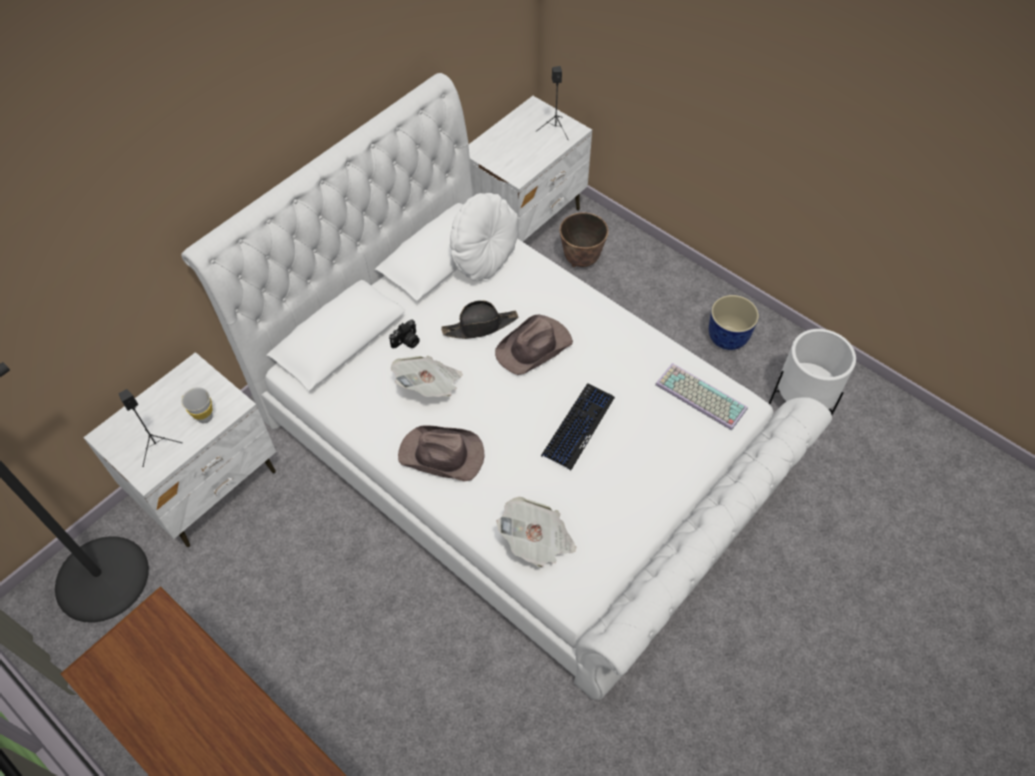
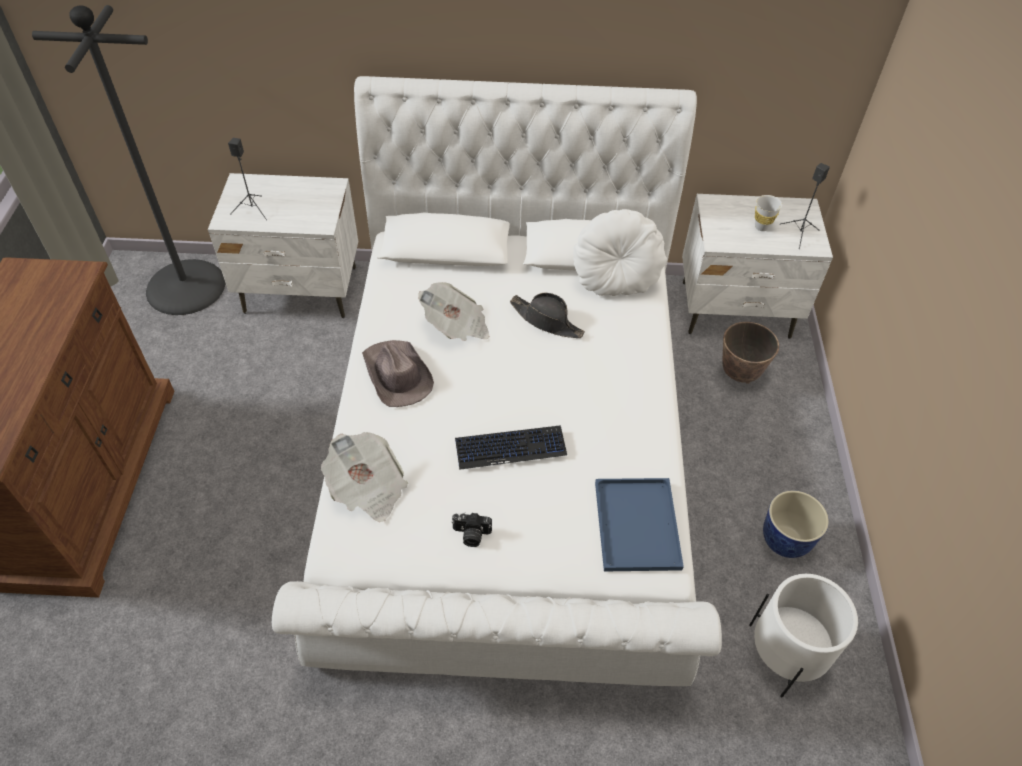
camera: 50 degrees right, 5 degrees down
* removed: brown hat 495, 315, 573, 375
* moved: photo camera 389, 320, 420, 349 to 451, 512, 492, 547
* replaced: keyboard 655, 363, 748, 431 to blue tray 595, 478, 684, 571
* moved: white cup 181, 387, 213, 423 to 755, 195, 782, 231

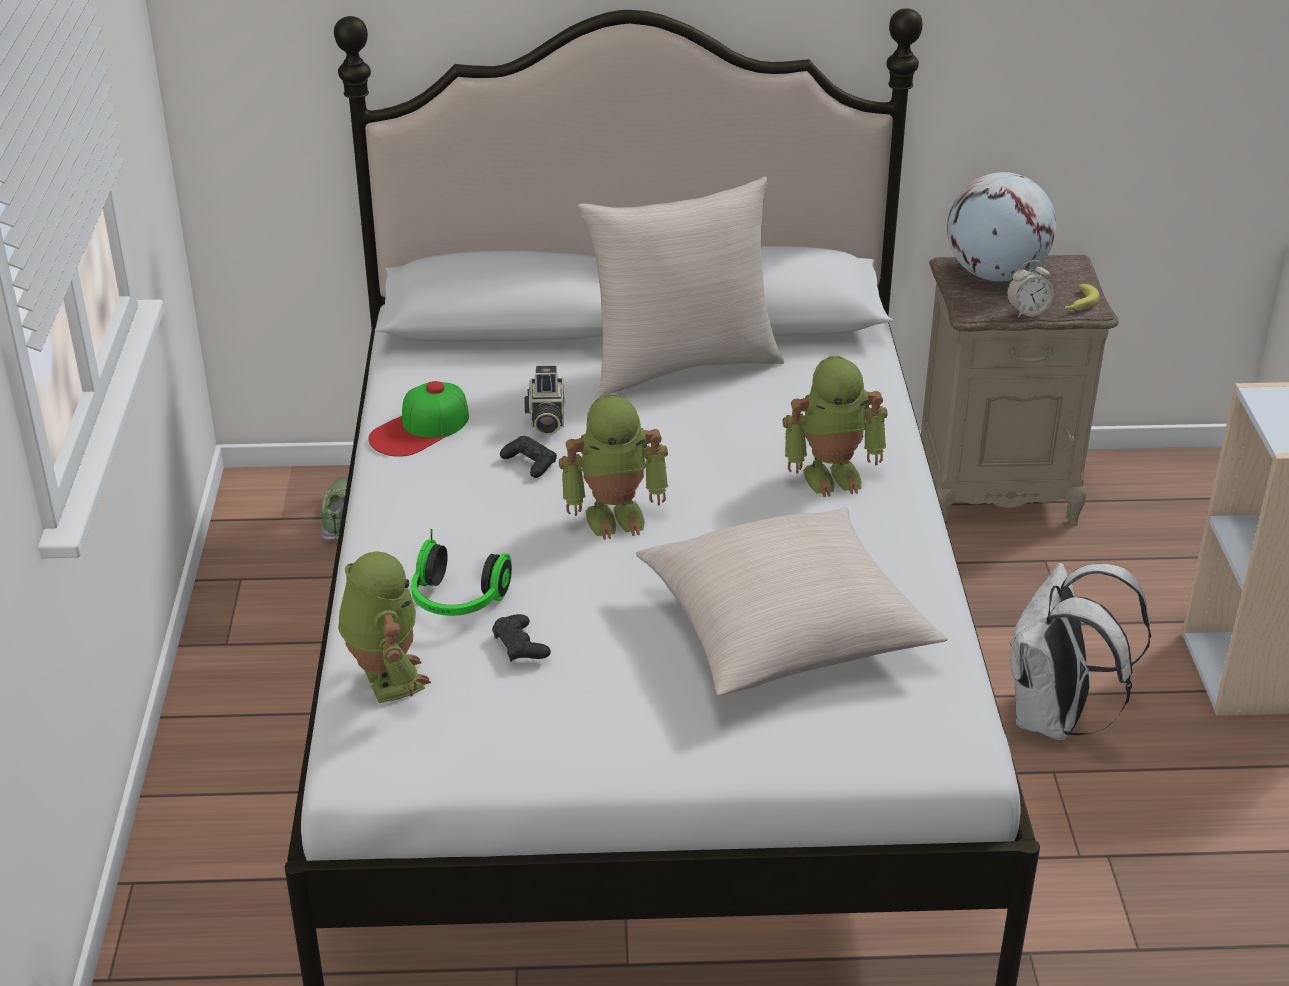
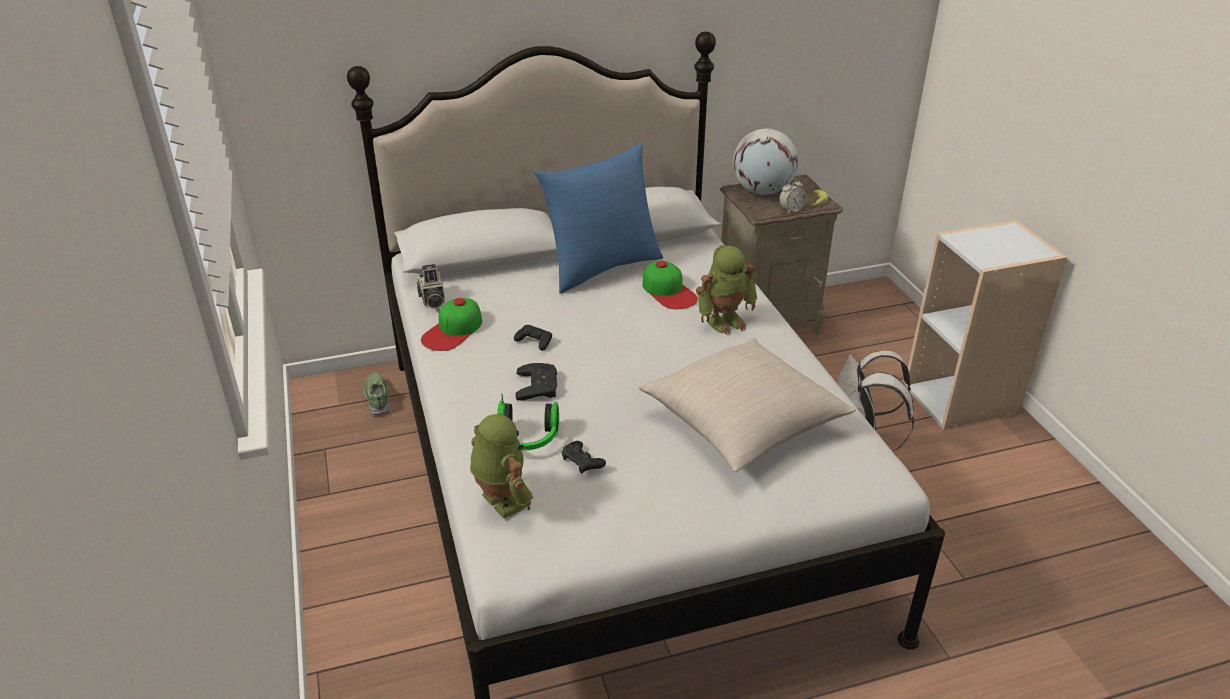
camera: 15 degrees left, 0 degrees up
* recoloured: beige pillow 578, 177, 784, 396 to blue pillow 534, 143, 663, 294
* moved: photo camera 525, 366, 565, 436 to 417, 264, 445, 309
* removed: toy robot 559, 394, 668, 540
* added: cap 642, 261, 698, 309
* added: black game controller 515, 363, 557, 401

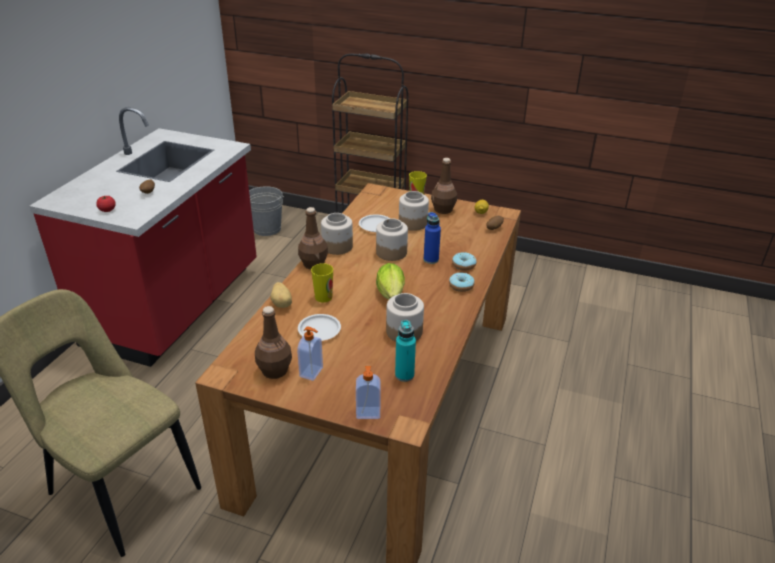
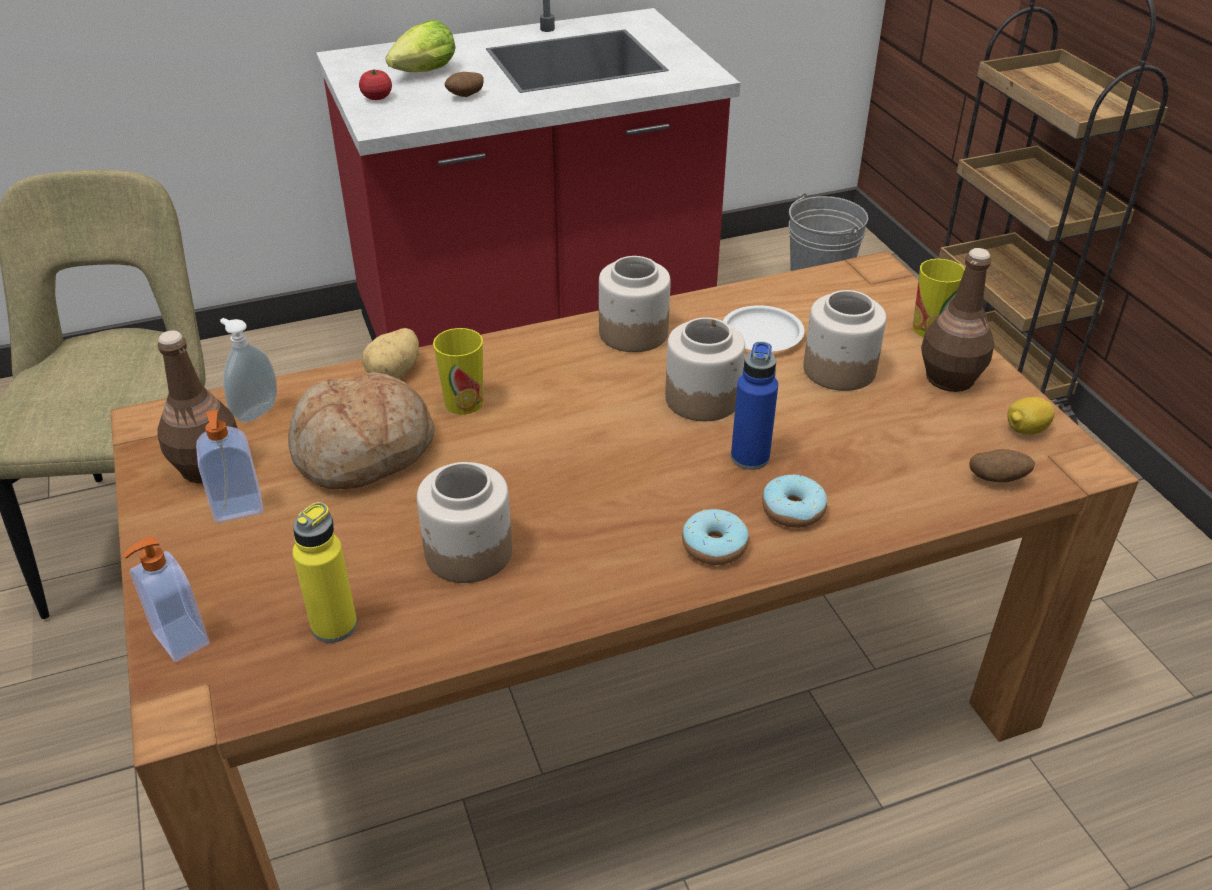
camera: 50 degrees right, 5 degrees up
* removed: brown bottle 298, 207, 328, 269
* moved: lettuce 376, 263, 405, 300 to 386, 20, 456, 72
* replaced: white plate 298, 314, 341, 341 to bread 288, 372, 435, 490
* recoloured: turquoise bottle 395, 320, 416, 382 to yellow bottle 292, 502, 357, 643
* added: soap dispenser 220, 318, 277, 422

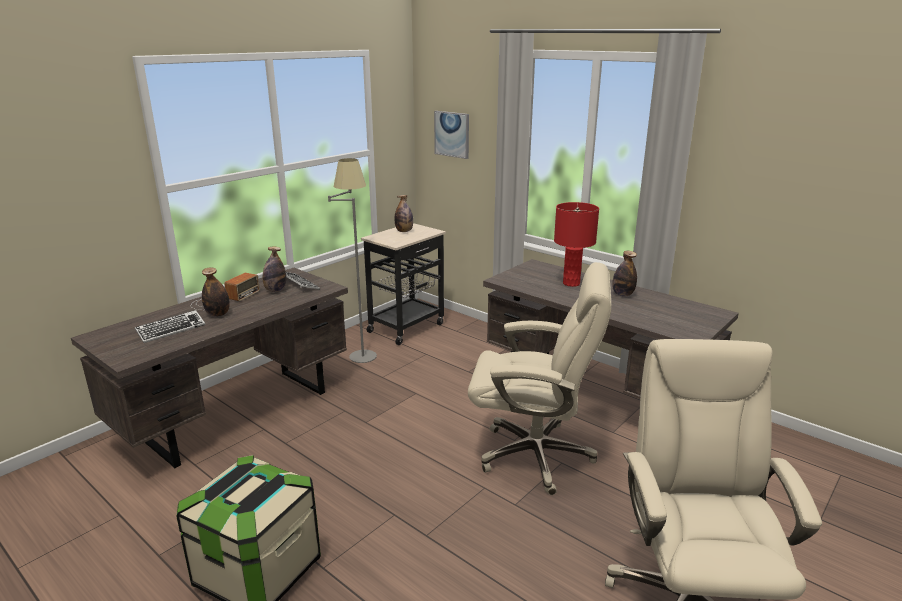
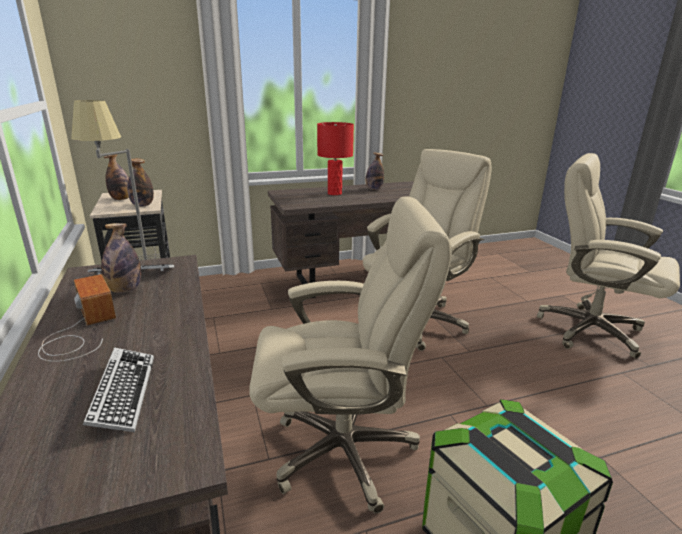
camera: 60 degrees left, 0 degrees up
* removed: picture 434, 111, 469, 159
* moved: bottle 202, 268, 230, 317 to 127, 158, 154, 206
* added: beige office chair 249, 196, 452, 514

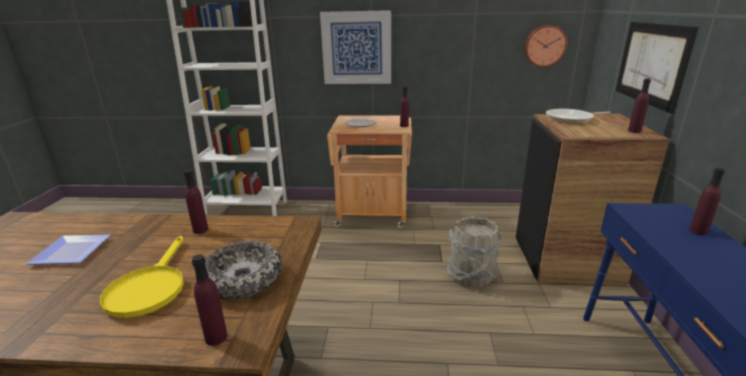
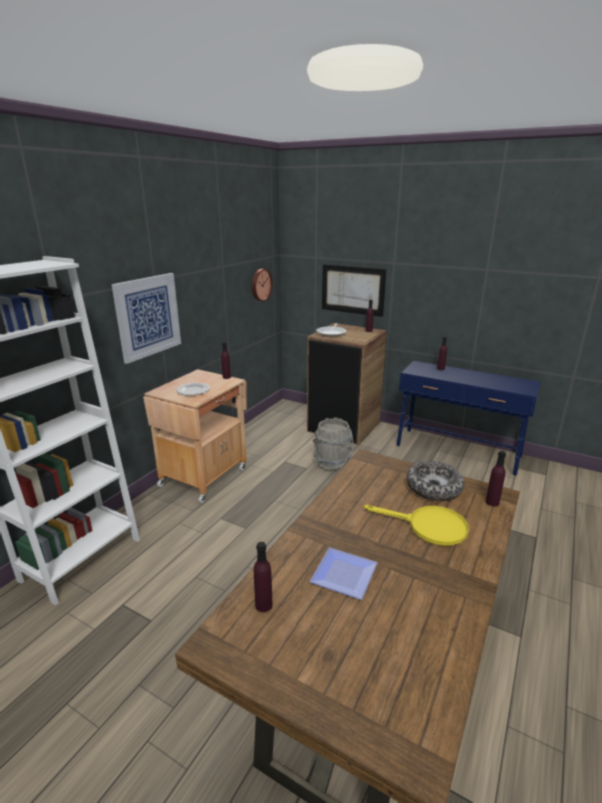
camera: 65 degrees left, 0 degrees up
* moved: purple bottle 184, 169, 208, 234 to 254, 542, 273, 612

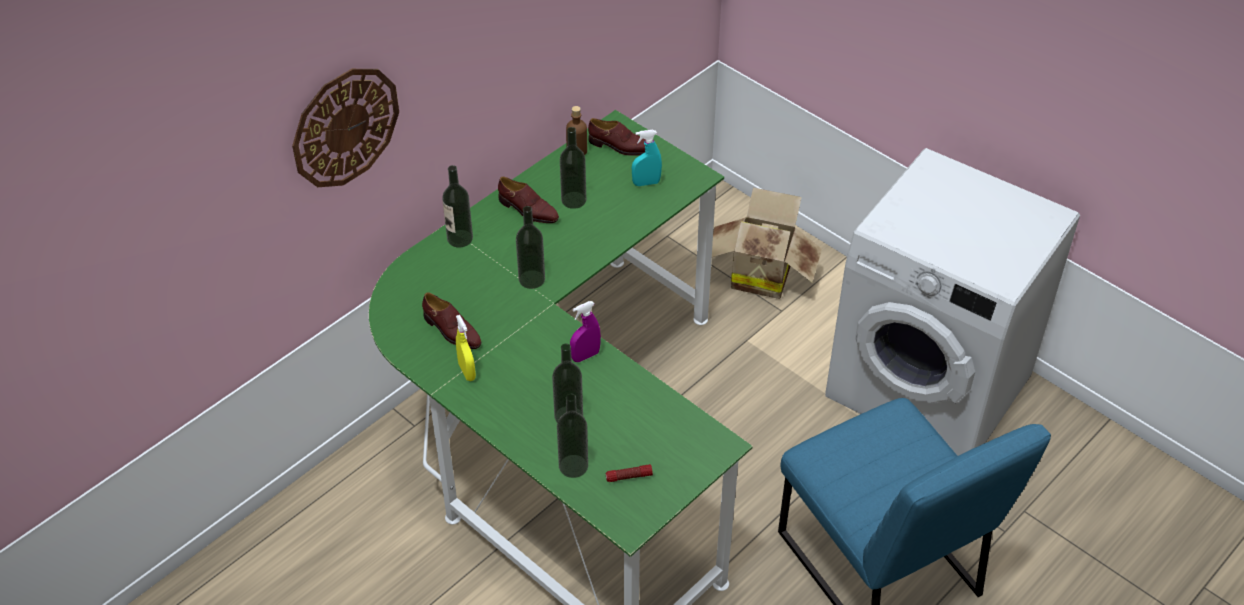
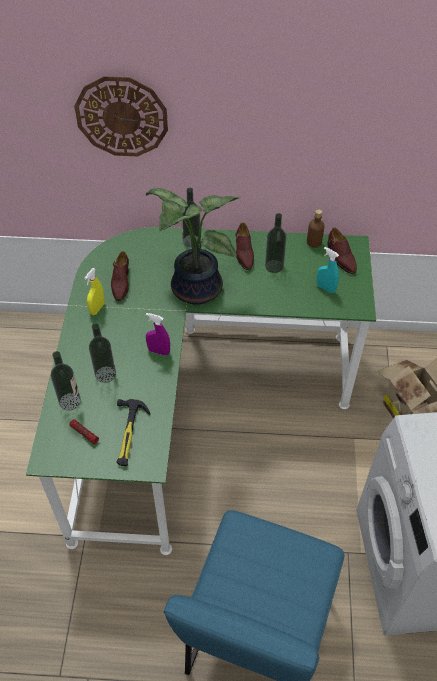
camera: 50 degrees right, 5 degrees up
* replaced: bottle 516, 206, 545, 289 to potted plant 146, 188, 240, 305
* added: hammer 117, 399, 150, 466

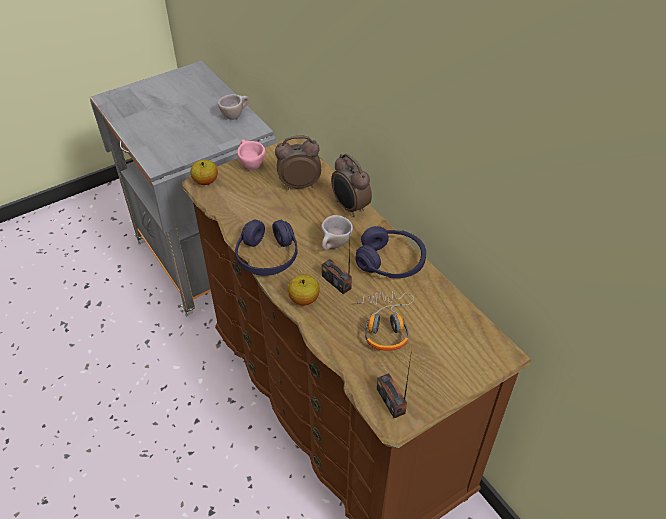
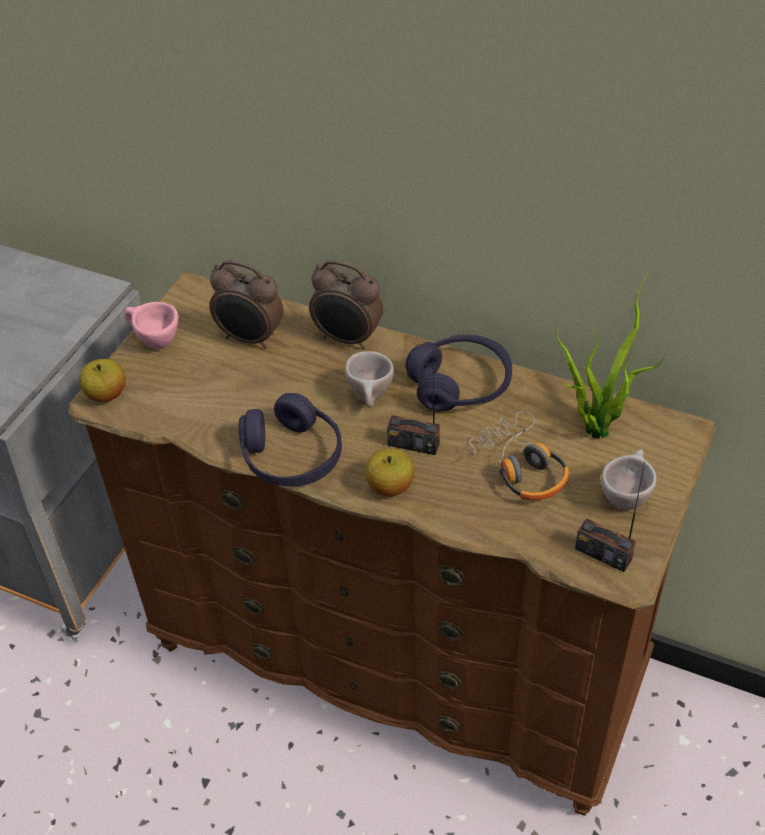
camera: 30 degrees left, 0 degrees up
* moved: beige cup 218, 94, 249, 120 to 601, 449, 657, 510
* turned: alarm clock 275, 136, 321, 190 = 209, 260, 284, 349 120 degrees counterclockwise
* added: potted plant 556, 271, 665, 439

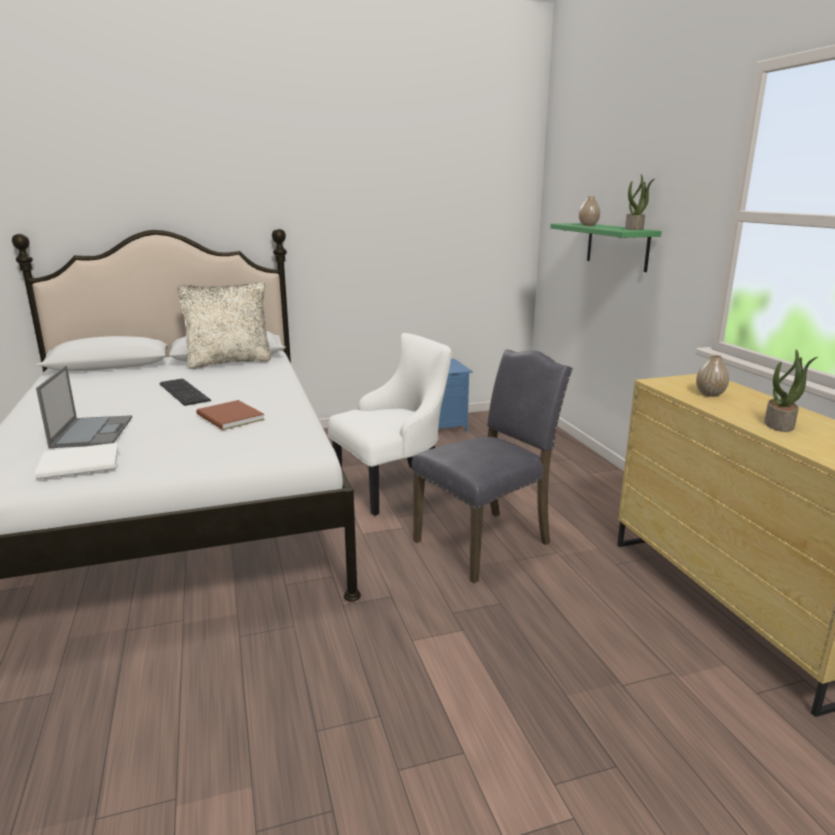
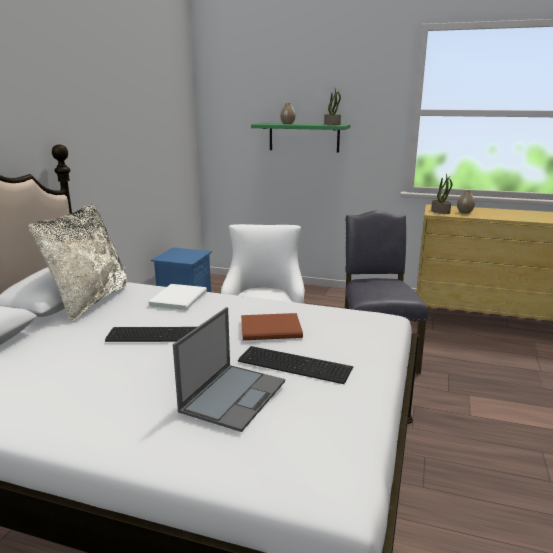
camera: 55 degrees left, 0 degrees up
* moved: potted plant 764, 349, 818, 432 to 431, 174, 453, 214
* turned: laptop 36, 366, 132, 448 = 173, 307, 285, 432 90 degrees clockwise
* moved: white book 35, 443, 119, 479 to 148, 284, 207, 311
* added: keyboard 238, 346, 353, 384

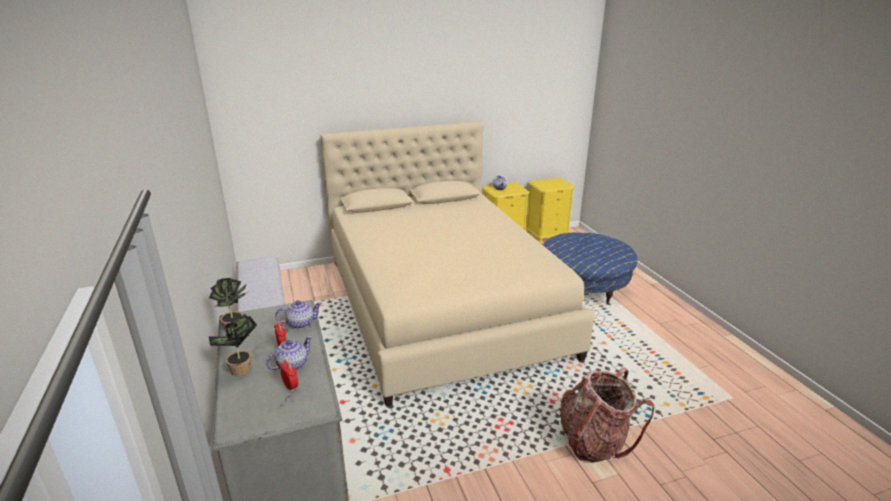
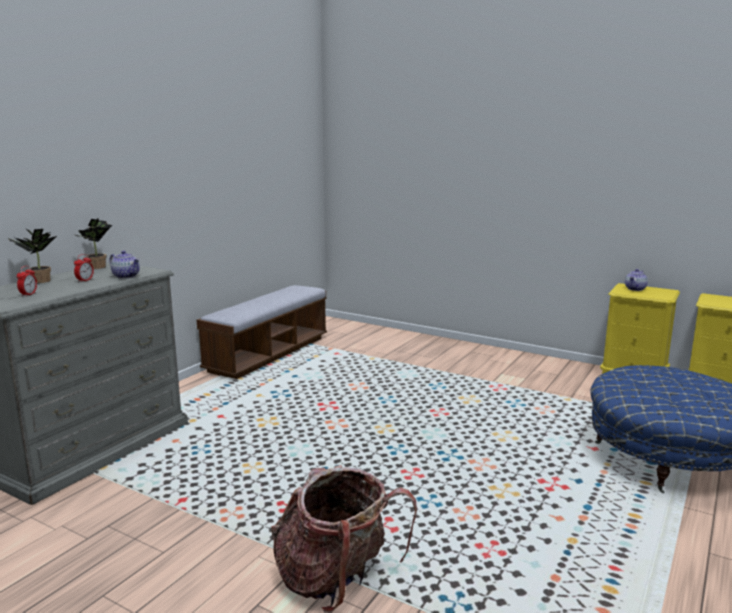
camera: 50 degrees right, 10 degrees down
* removed: beige bed 320, 121, 595, 407
* removed: teapot 266, 336, 312, 370

